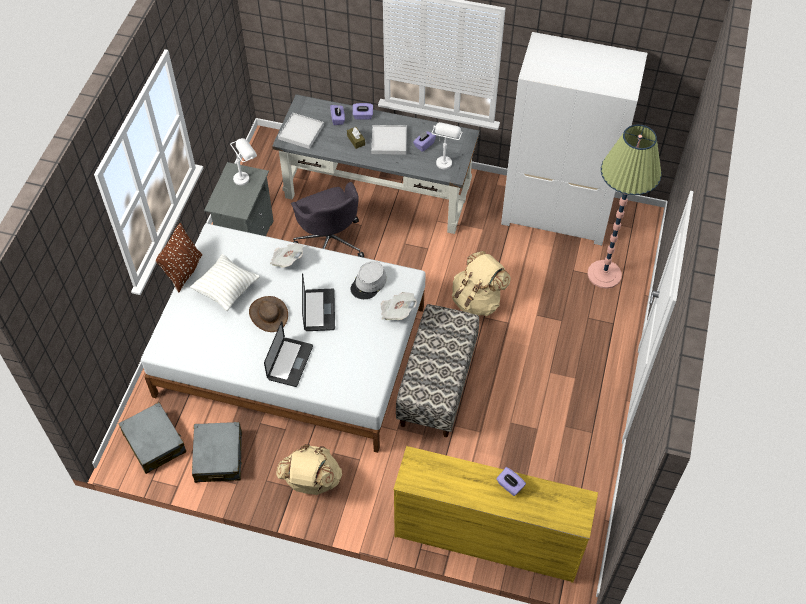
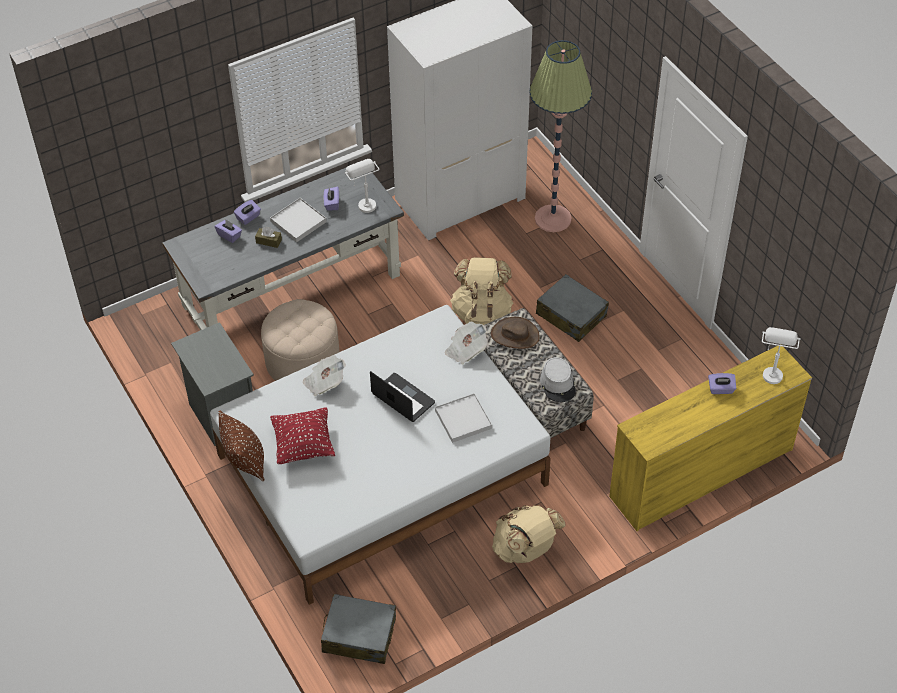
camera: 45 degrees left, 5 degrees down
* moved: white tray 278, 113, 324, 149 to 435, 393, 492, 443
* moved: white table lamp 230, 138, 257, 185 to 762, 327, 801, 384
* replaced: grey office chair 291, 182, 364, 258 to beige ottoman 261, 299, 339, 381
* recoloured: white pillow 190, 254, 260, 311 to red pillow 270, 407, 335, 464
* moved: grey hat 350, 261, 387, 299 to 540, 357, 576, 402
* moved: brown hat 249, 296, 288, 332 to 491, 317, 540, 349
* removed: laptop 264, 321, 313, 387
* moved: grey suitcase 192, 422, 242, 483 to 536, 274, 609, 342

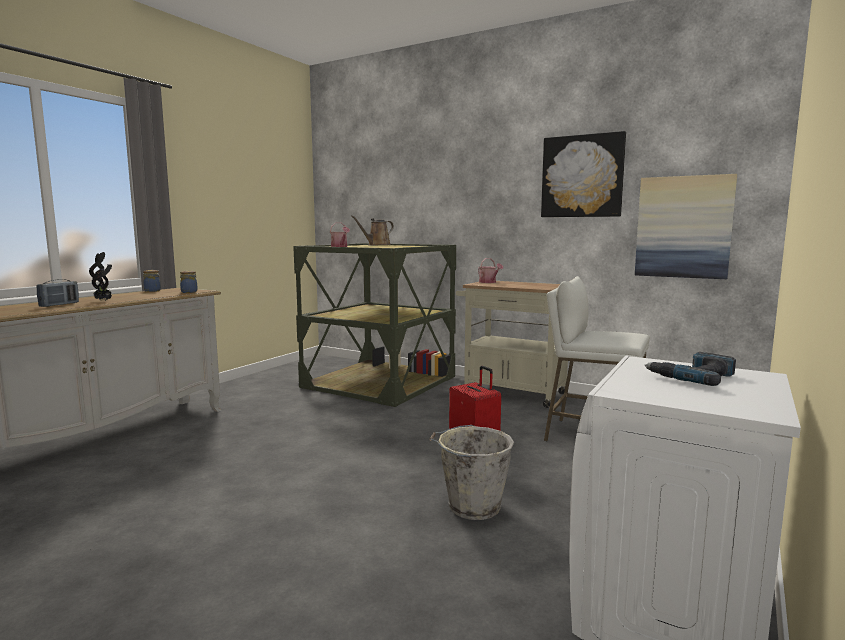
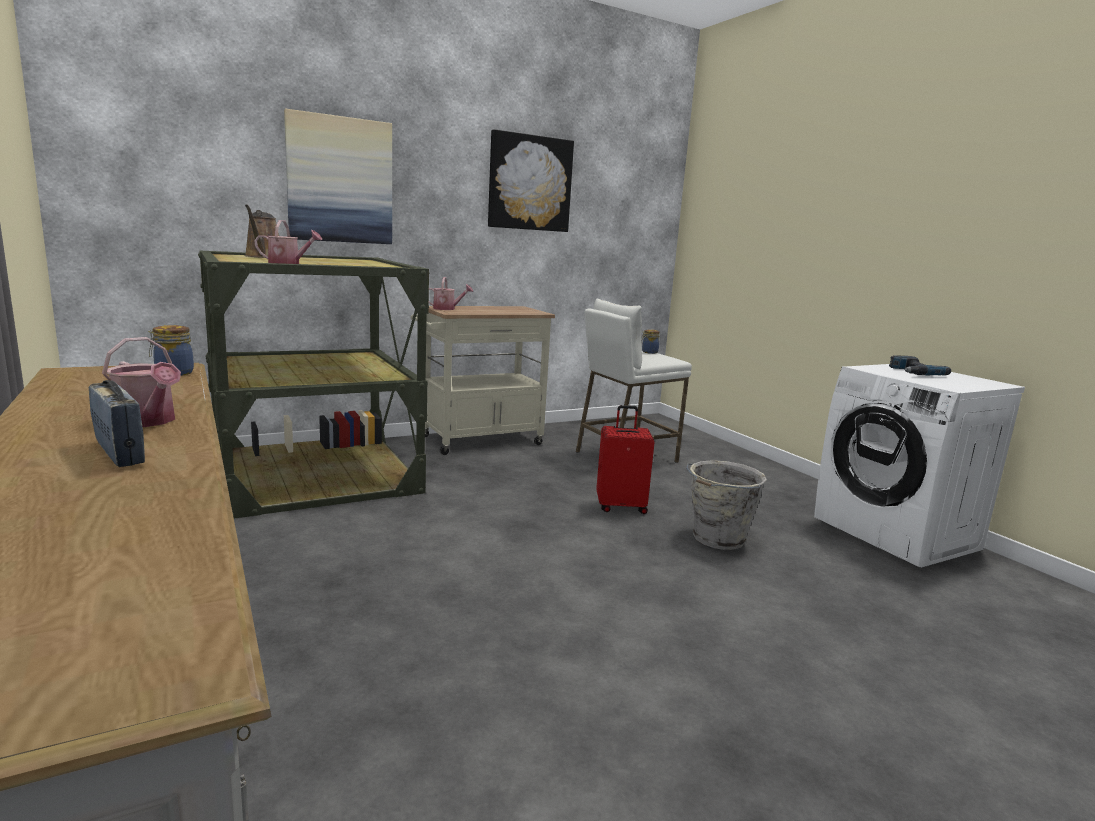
camera: 60 degrees left, 5 degrees up
* moved: picture 635, 174, 737, 279 to 284, 109, 392, 244
* replaced: potted plant 89, 252, 112, 301 to watering can 102, 337, 181, 427
* moved: jar 143, 270, 161, 292 to 641, 329, 660, 354

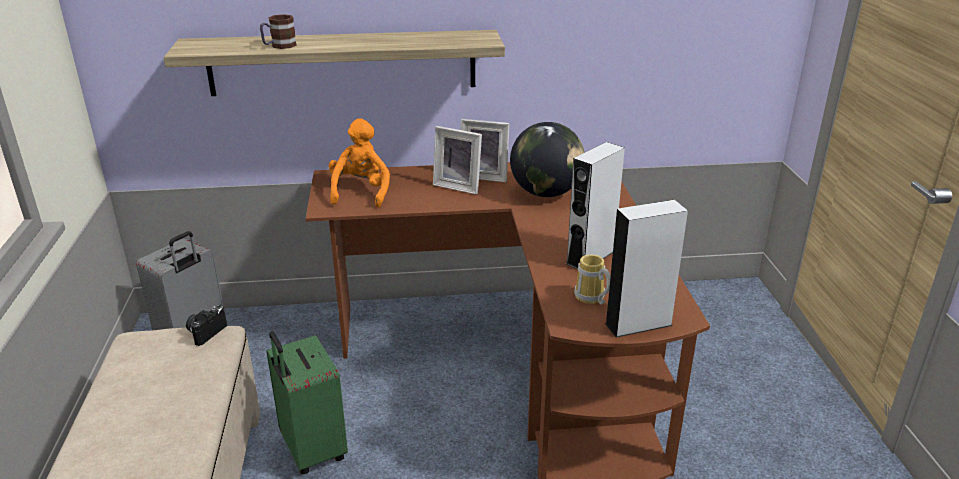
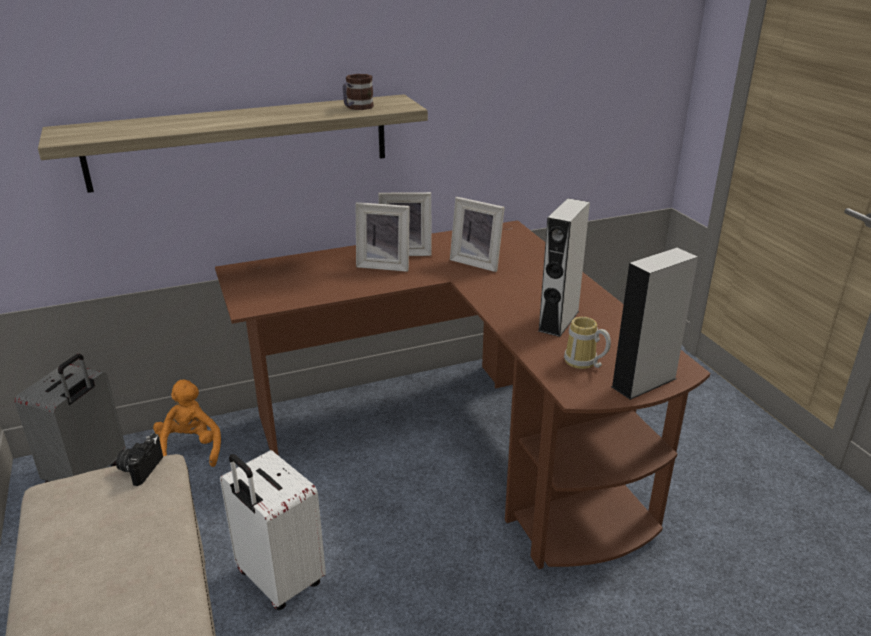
camera: 15 degrees left, 0 degrees up
* moved: mug 260, 14, 297, 49 to 343, 74, 374, 110
* moved: orange plush toy 329, 118, 390, 207 to 153, 380, 221, 467
* replaced: globe 510, 122, 585, 197 to picture frame 450, 197, 505, 272
* recoloured: green suitcase 266, 331, 348, 475 to white suitcase 220, 450, 326, 610

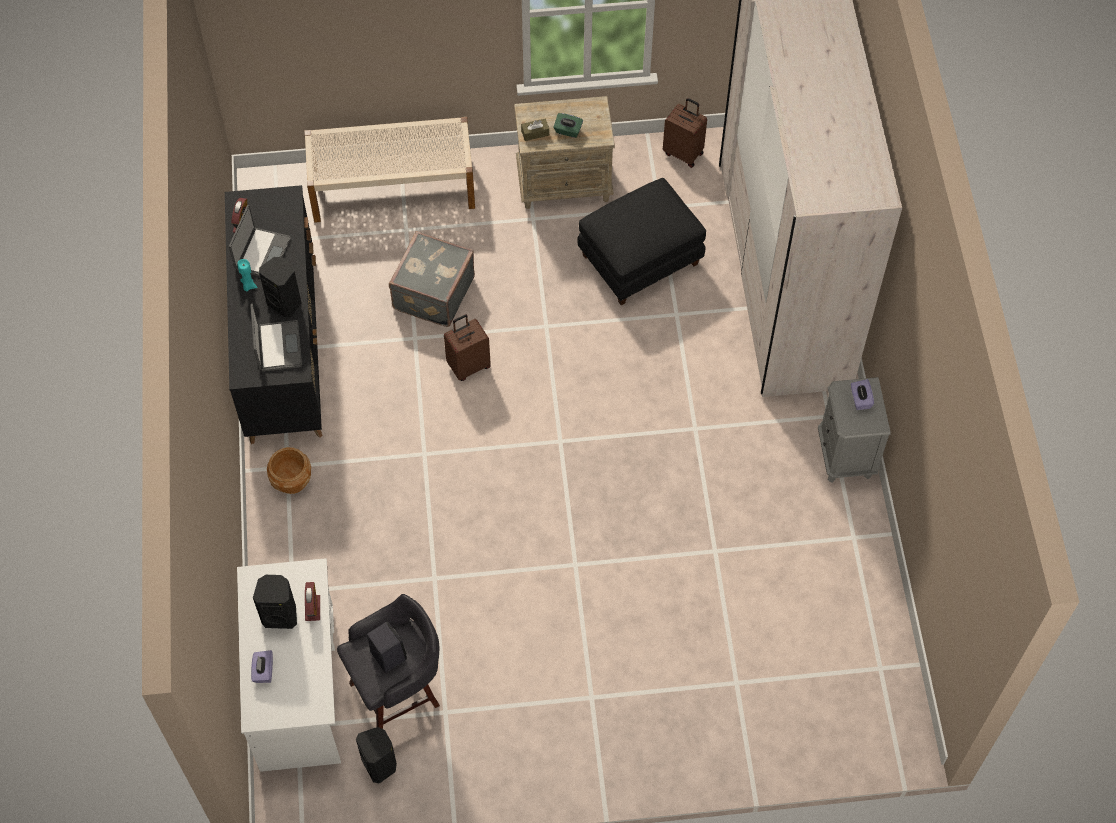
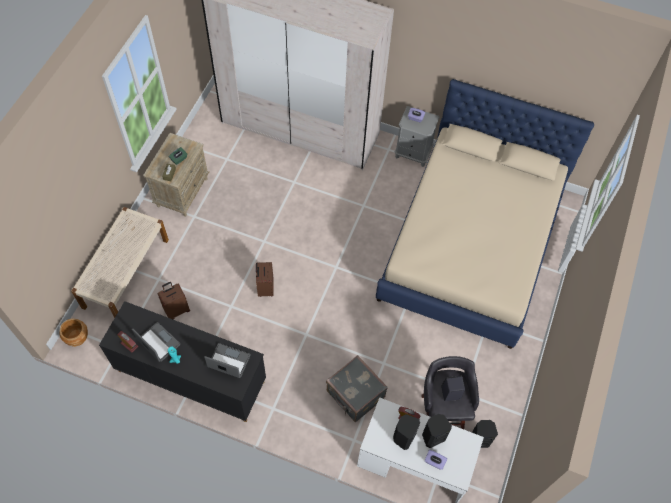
camera: 65 degrees left, 0 degrees up
* moved: brown suitcase 663, 98, 707, 168 to 158, 282, 190, 319
* removed: black ottoman 578, 178, 706, 305
* moved: grey suitcase 389, 231, 475, 327 to 326, 355, 388, 422
* moved: black speaker 259, 257, 301, 318 to 422, 414, 452, 448
* moved: brown planter 267, 447, 311, 494 to 59, 318, 88, 347
* added: beige bed 376, 79, 594, 349

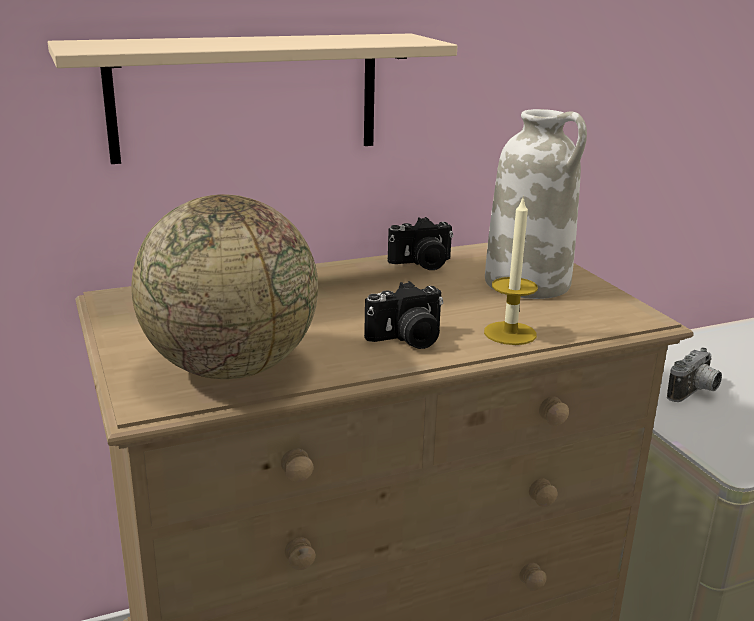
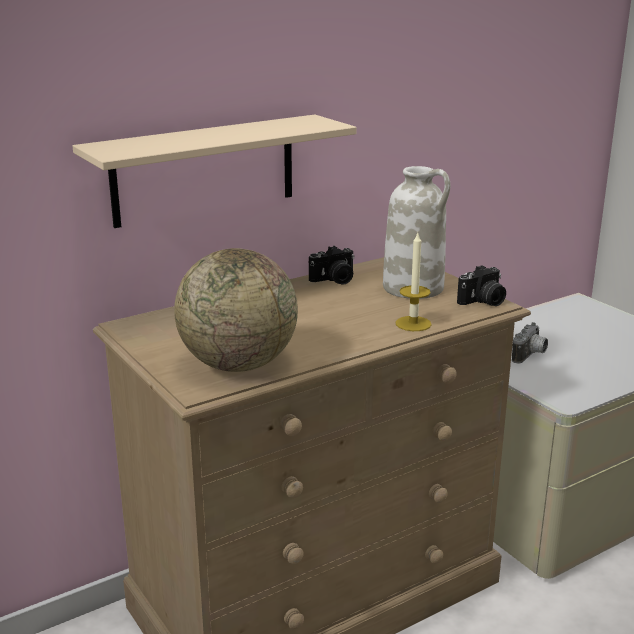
camera: 10 degrees left, 0 degrees up
* moved: photo camera 364, 281, 443, 349 to 457, 265, 506, 306

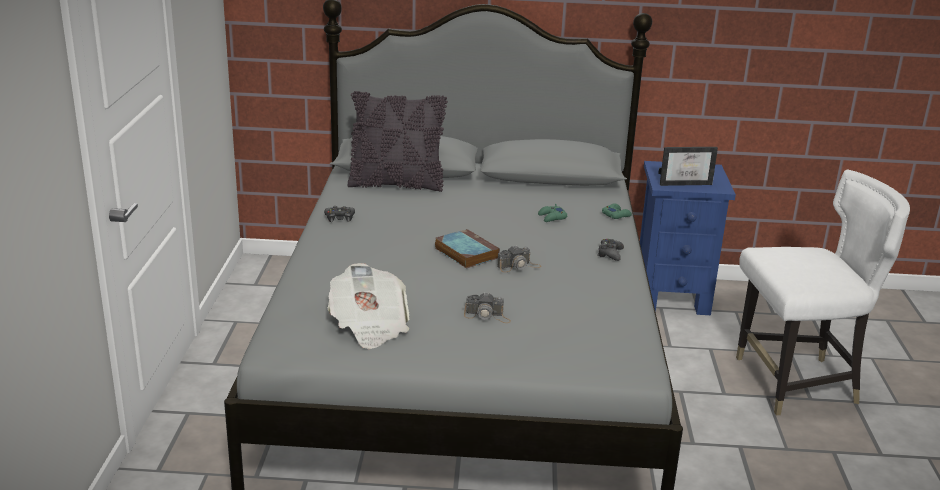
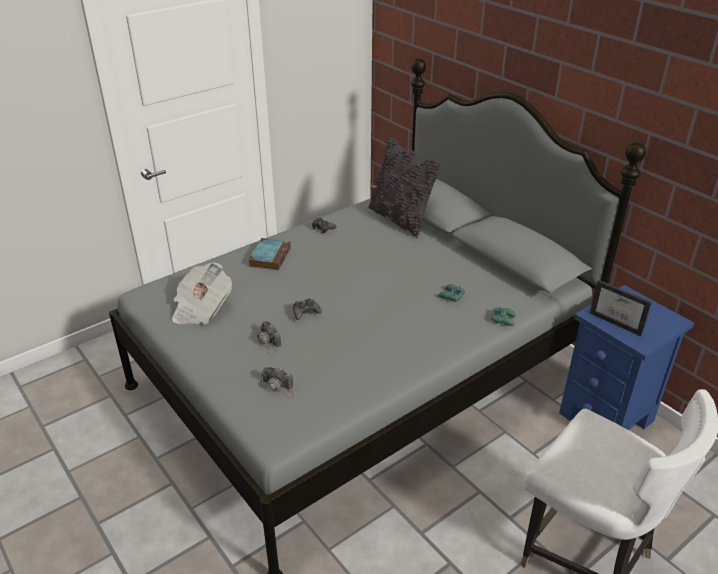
camera: 50 degrees right, 10 degrees up
* moved: book 435, 229, 500, 269 to 248, 238, 291, 270
* moved: black game controller 597, 239, 624, 261 to 293, 299, 322, 320
* moved: photo camera 497, 246, 541, 272 to 259, 367, 294, 399

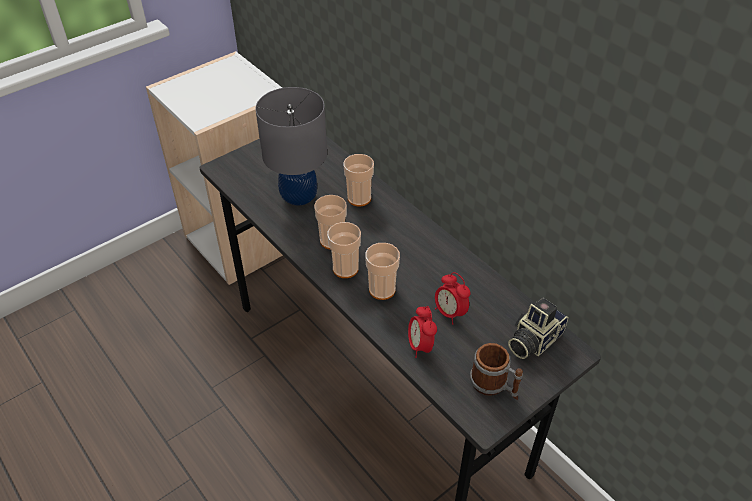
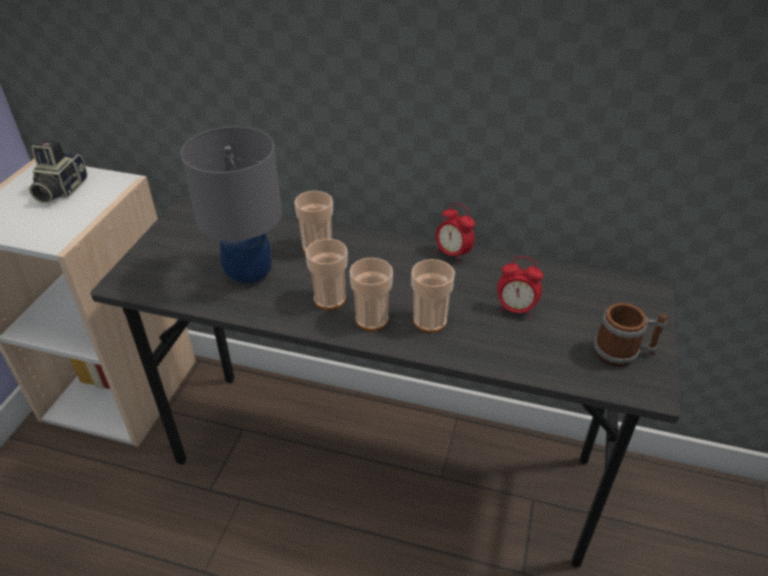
camera: 35 degrees left, 5 degrees down
* moved: photo camera 508, 297, 568, 359 to 29, 140, 88, 204
* moved: alarm clock 408, 306, 437, 358 to 436, 203, 475, 264

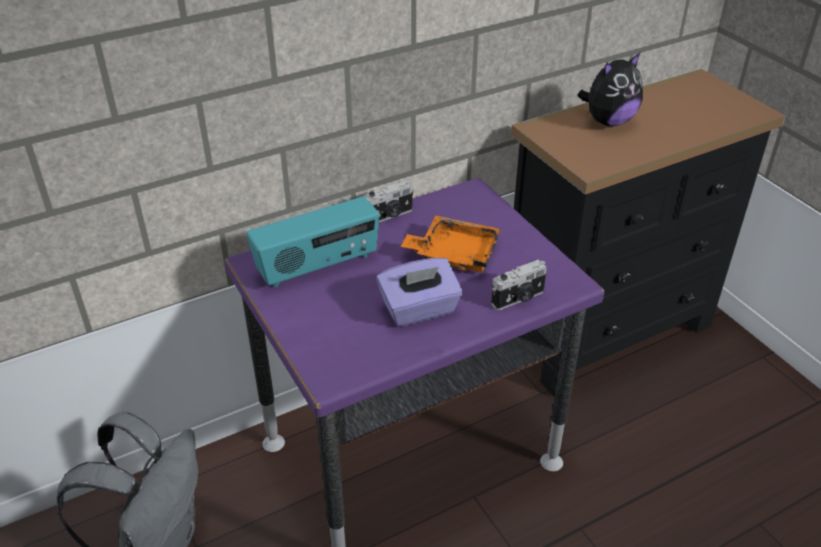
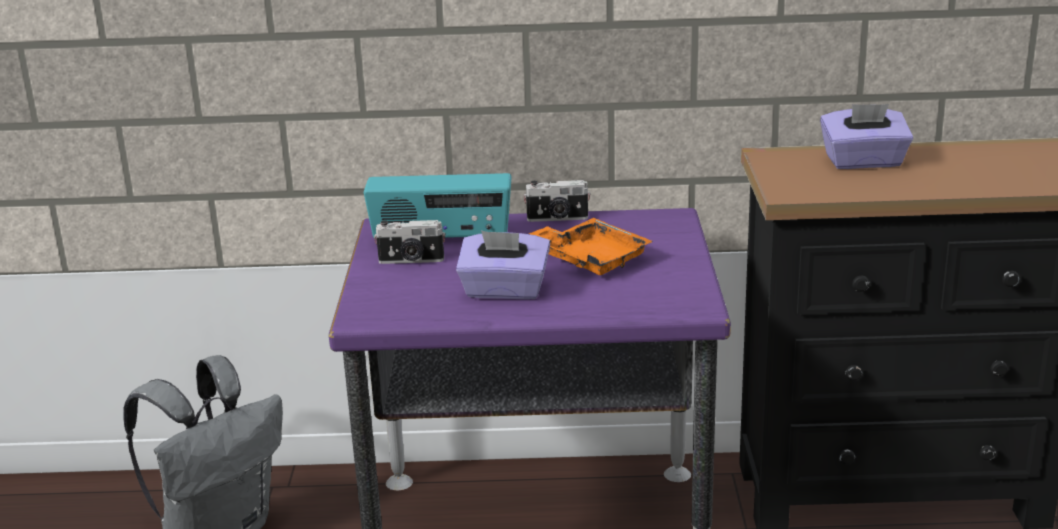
camera: 30 degrees right, 15 degrees down
* replaced: plush toy 577, 53, 643, 126 to purple tissue box 820, 104, 913, 169
* moved: photo camera 491, 259, 547, 310 to 374, 220, 445, 264

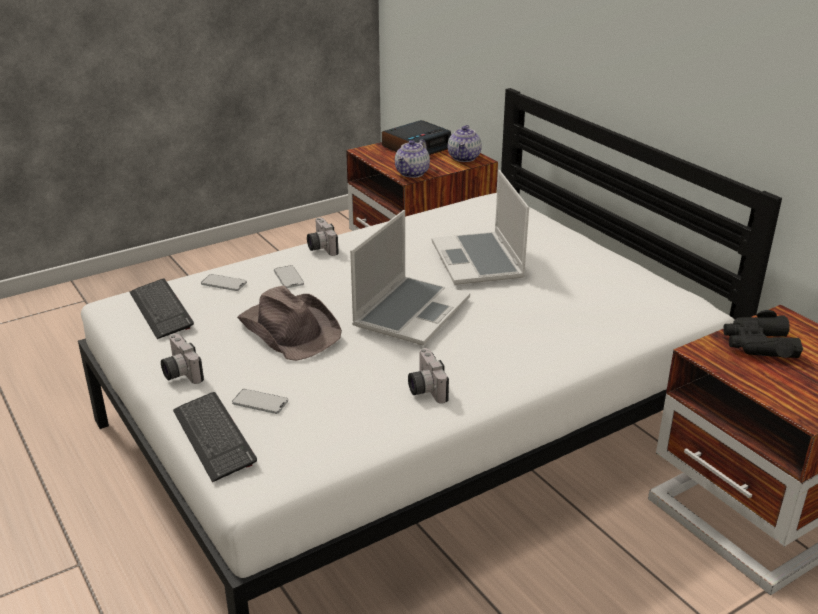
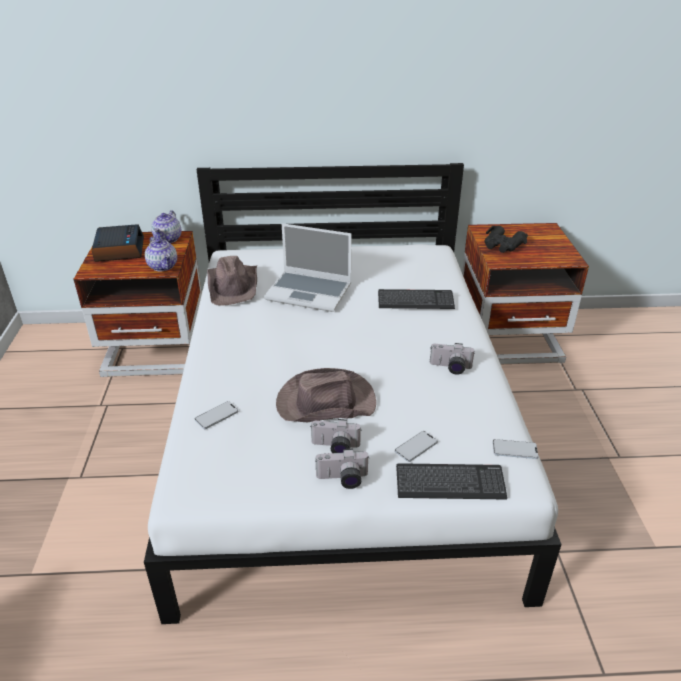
camera: 60 degrees left, 5 degrees up
* turned: teapot 448, 125, 482, 162 = 151, 210, 181, 243 60 degrees clockwise
* removed: laptop 350, 210, 470, 345
* moved: photo camera 307, 217, 339, 256 to 311, 419, 361, 453
* moved: phone 274, 265, 304, 288 to 493, 439, 538, 459
* moved: keyboard 130, 278, 194, 339 to 378, 289, 455, 309
* added: brown hat 207, 256, 257, 306

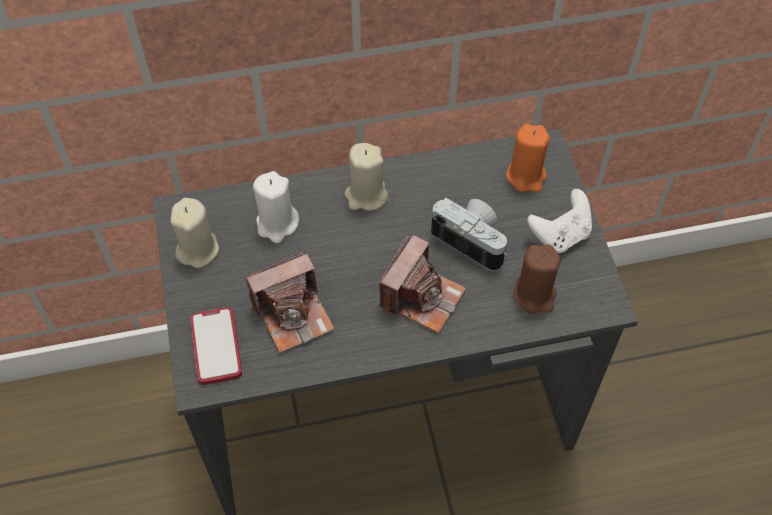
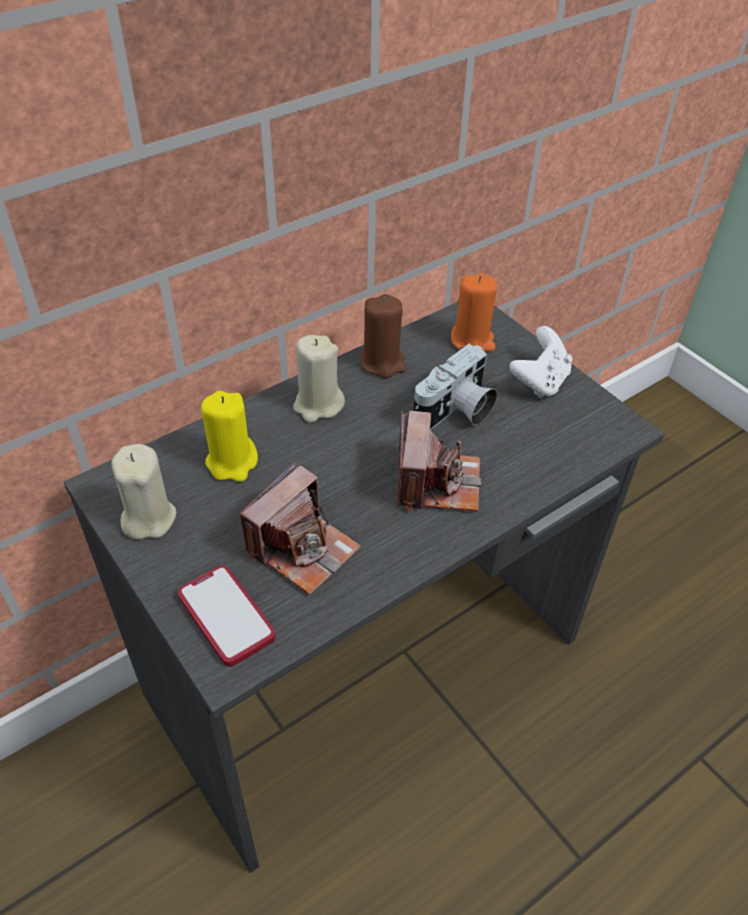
camera: 25 degrees left, 10 degrees down
* recoloured: white candle 253, 171, 299, 243 to yellow candle 201, 391, 258, 482
* turned: photo camera 431, 198, 507, 271 = 414, 344, 497, 430 120 degrees clockwise
* moved: brown candle 513, 244, 561, 314 to 360, 294, 407, 378

